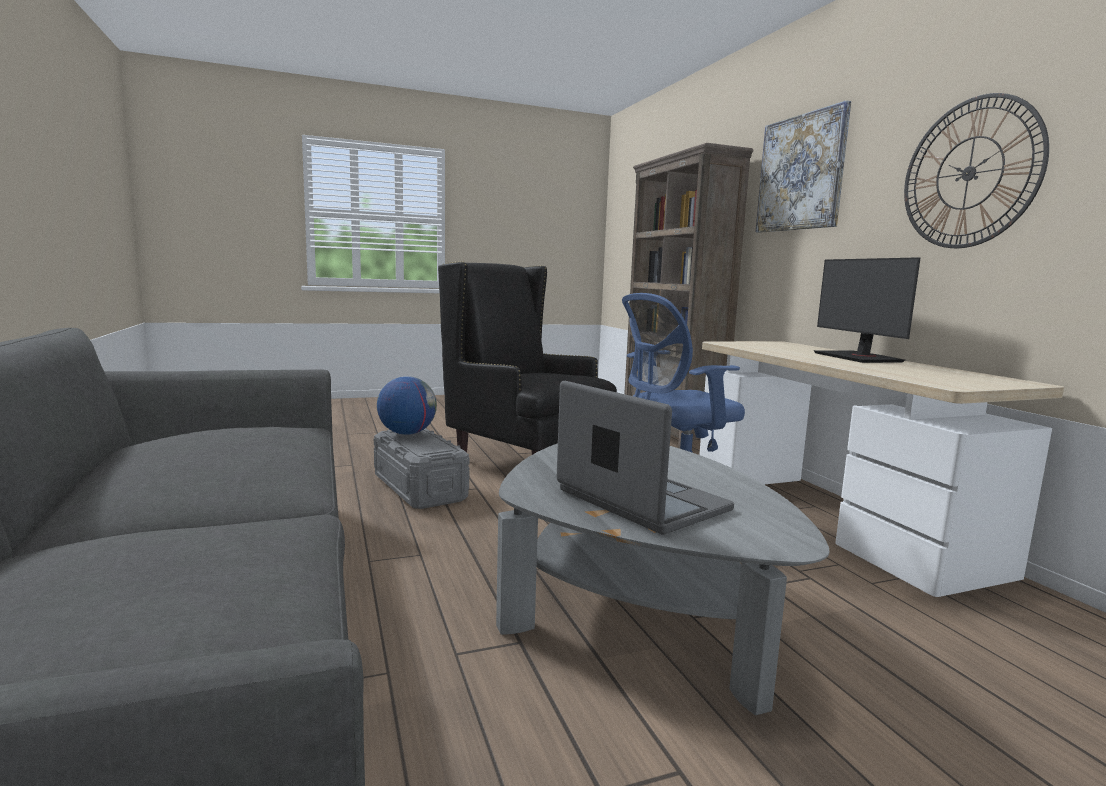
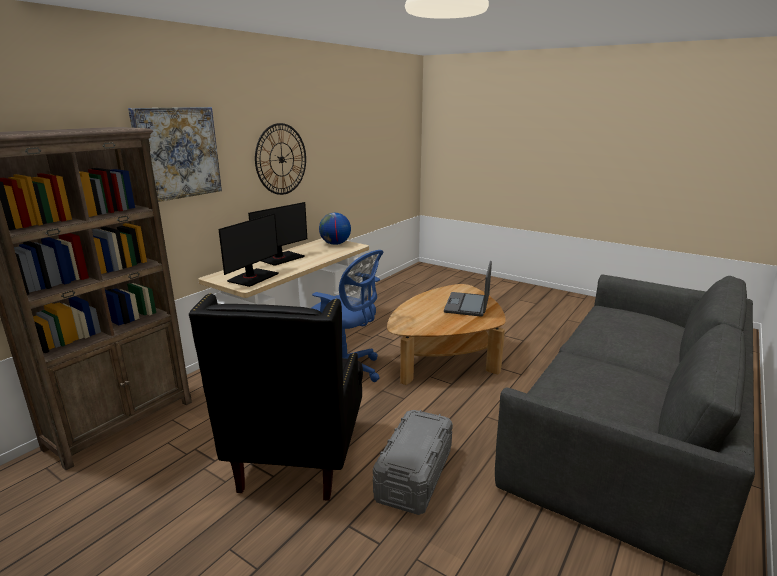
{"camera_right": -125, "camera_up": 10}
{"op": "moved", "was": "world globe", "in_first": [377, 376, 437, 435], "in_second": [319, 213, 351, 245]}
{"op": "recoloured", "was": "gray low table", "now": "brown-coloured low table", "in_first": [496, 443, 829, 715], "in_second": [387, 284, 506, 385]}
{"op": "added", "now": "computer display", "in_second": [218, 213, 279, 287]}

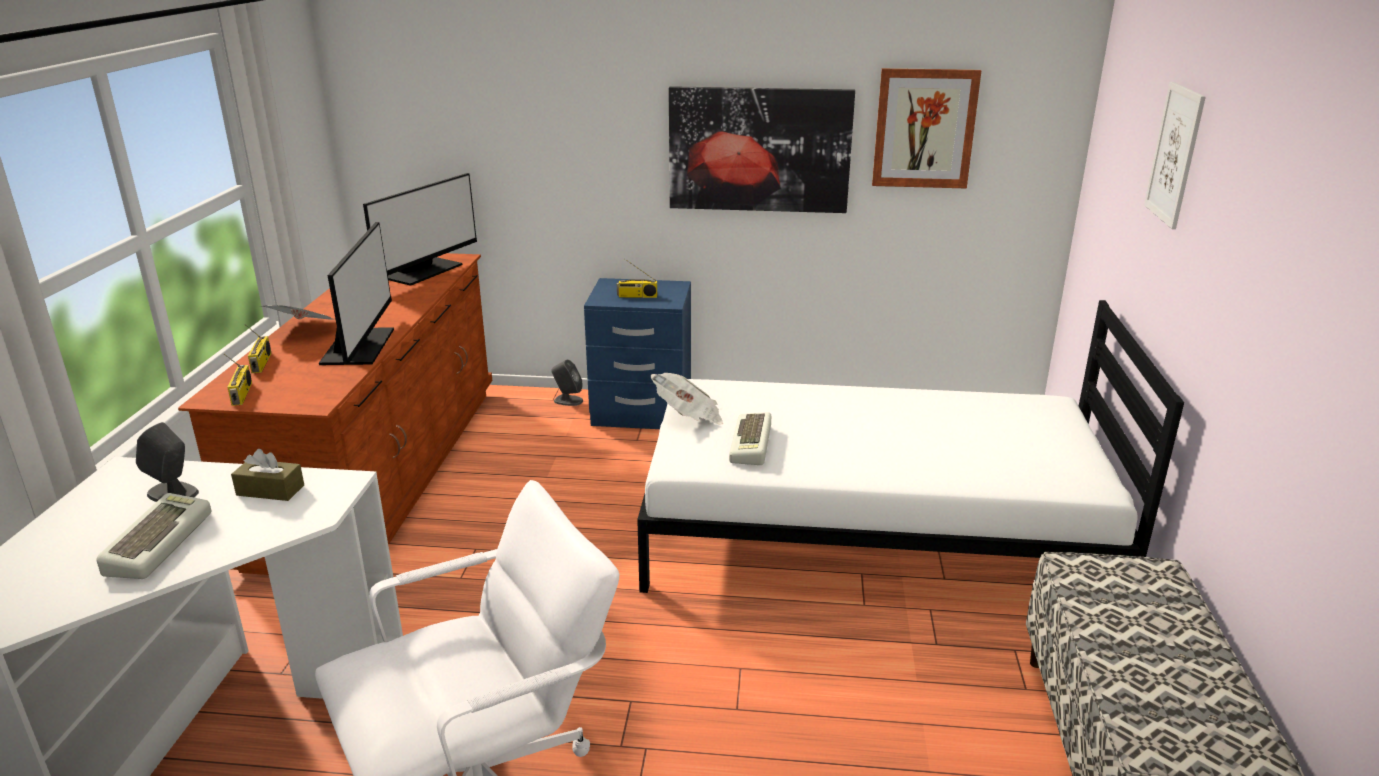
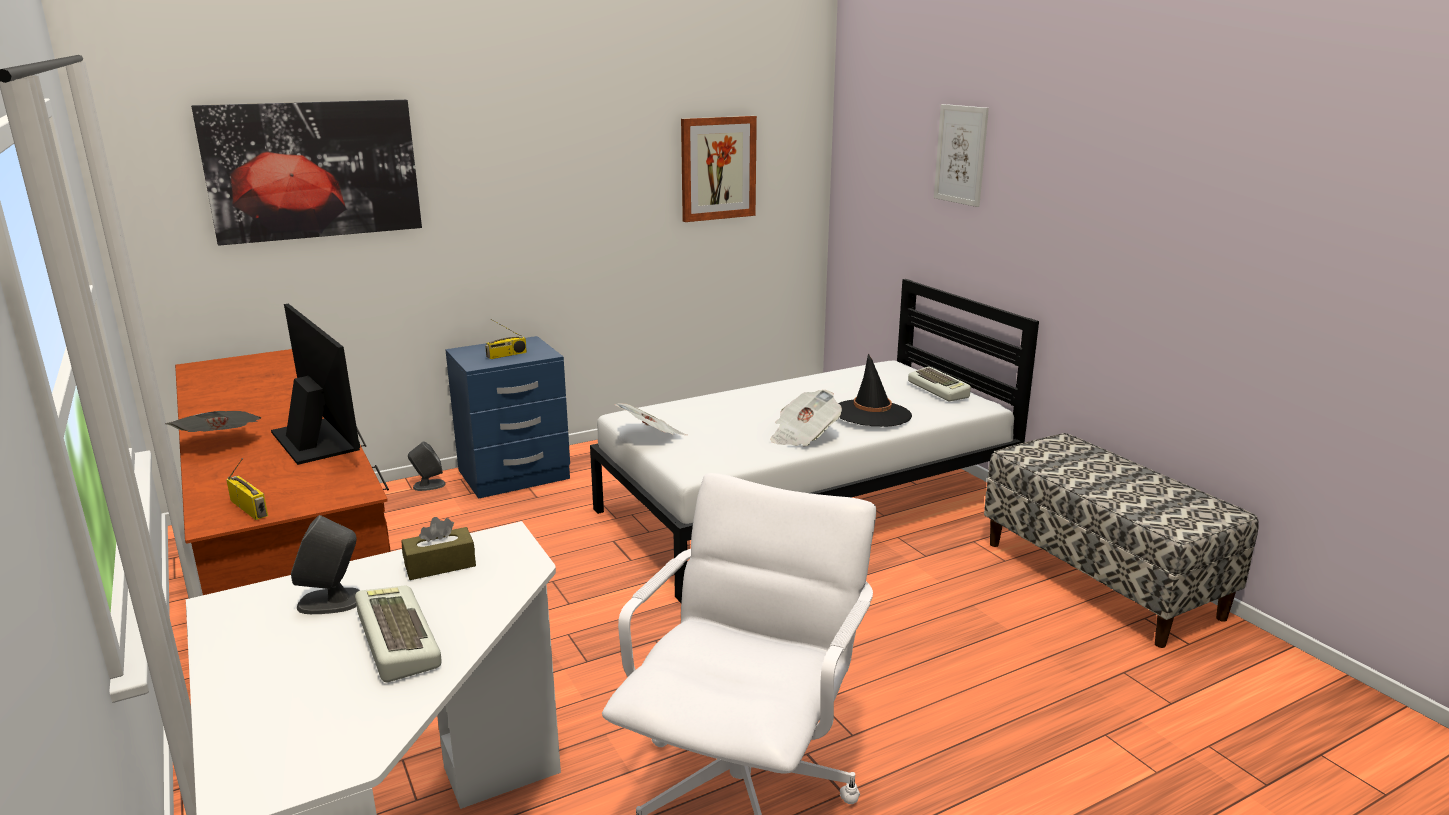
{"camera_right": -35, "camera_up": -5}
{"op": "moved", "was": "picture", "in_first": [669, 86, 855, 213], "in_second": [191, 100, 422, 246]}
{"op": "removed", "was": "computer display", "in_first": [363, 173, 477, 286]}
{"op": "removed", "was": "radio", "in_first": [245, 324, 271, 373]}
{"op": "moved", "was": "computer keyboard", "in_first": [729, 412, 771, 465], "in_second": [908, 367, 971, 401]}
{"op": "added", "now": "black-coloured wearable hat", "in_second": [838, 353, 912, 427]}
{"op": "added", "now": "printed paper", "in_second": [770, 390, 842, 447]}

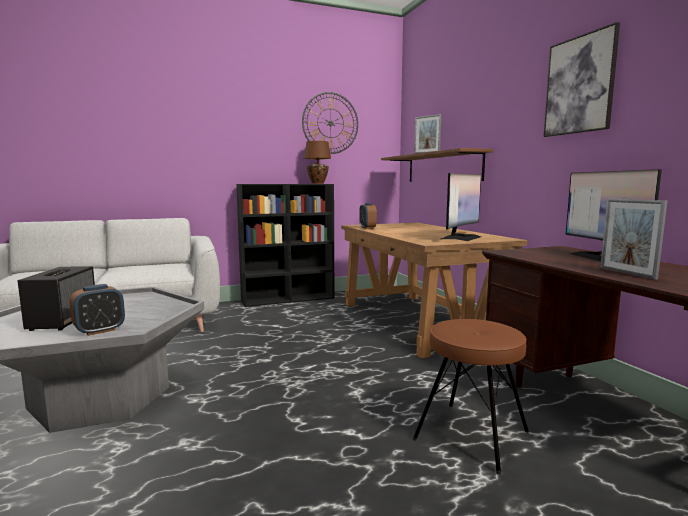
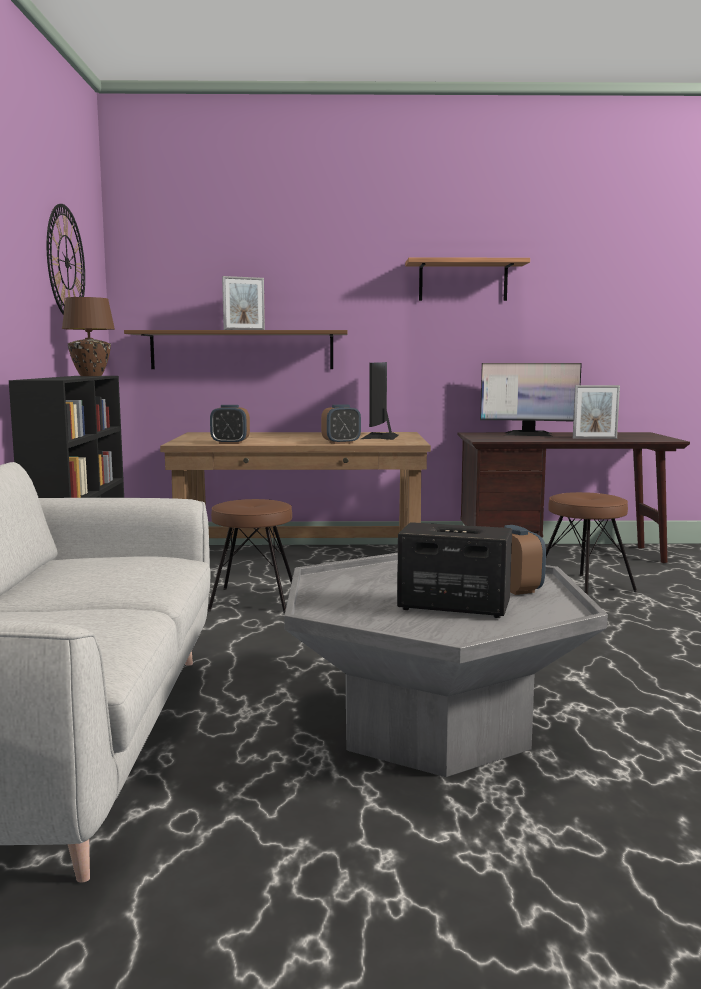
{"camera_right": -70, "camera_up": 0}
{"op": "replaced", "was": "picture", "now": "wall shelf", "in_first": [543, 22, 620, 137], "in_second": [405, 258, 530, 301]}
{"op": "turned", "was": "computer display", "in_first": [441, 173, 481, 241], "in_second": [361, 362, 399, 440], "clockwise": -135}
{"op": "added", "now": "bedside clock", "in_second": [321, 404, 361, 444]}
{"op": "added", "now": "brown-coloured sitting stool", "in_second": [207, 499, 292, 613]}

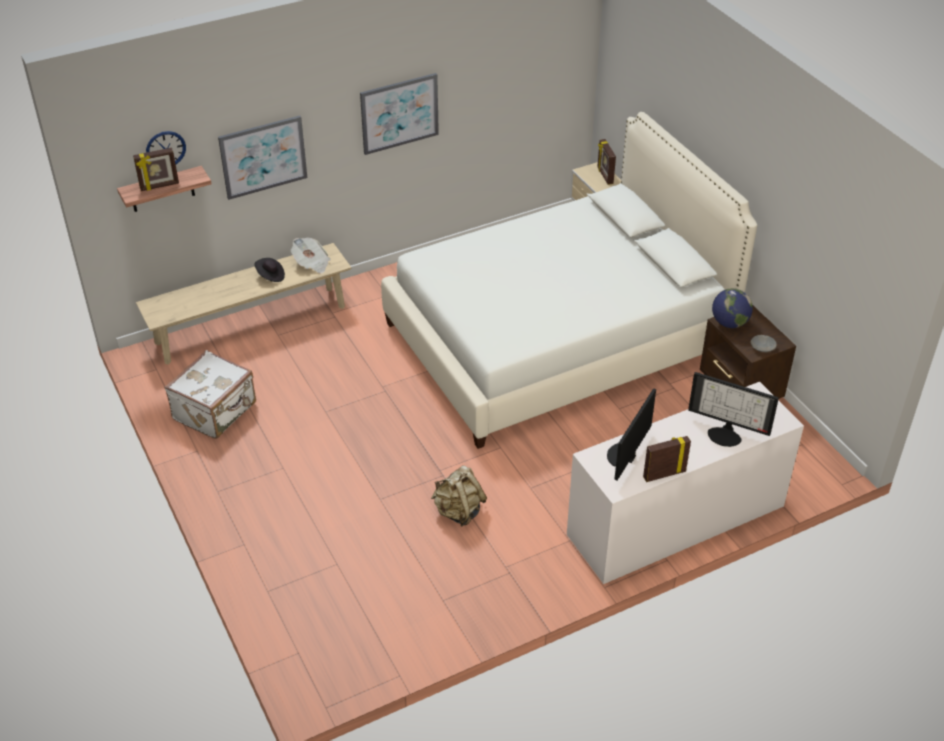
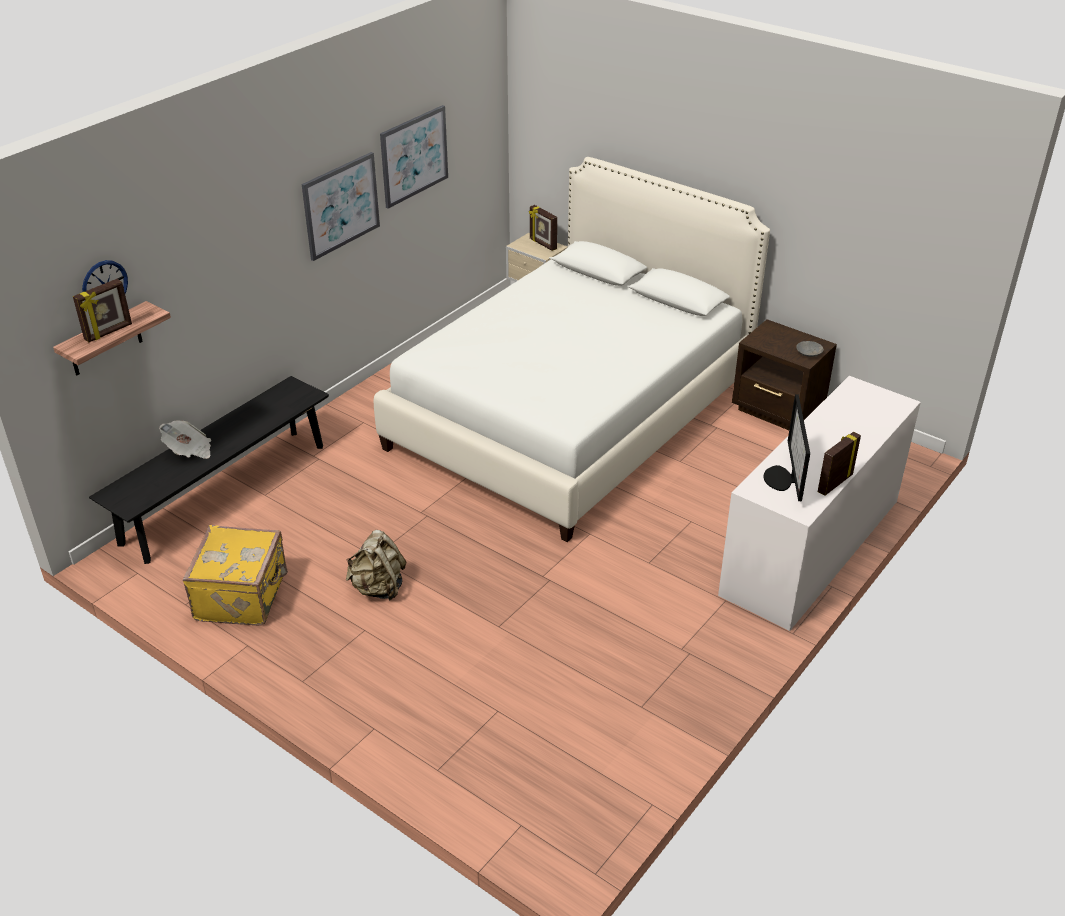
{"camera_right": -25, "camera_up": -5}
{"op": "moved", "was": "picture", "in_first": [218, 116, 307, 200], "in_second": [380, 105, 448, 209]}
{"op": "moved", "was": "printed paper", "in_first": [291, 238, 331, 274], "in_second": [159, 421, 211, 459]}
{"op": "recoloured", "was": "beige-coloured long seat", "now": "black-coloured long seat", "in_first": [136, 243, 351, 365], "in_second": [89, 376, 329, 564]}
{"op": "removed", "was": "black-coloured wearable hat", "in_first": [254, 258, 285, 282]}
{"op": "removed", "was": "world globe", "in_first": [712, 288, 753, 328]}
{"op": "recoloured", "was": "white-coloured piece of luggage", "now": "yellow-coloured piece of luggage", "in_first": [164, 350, 256, 439], "in_second": [182, 525, 288, 626]}
{"op": "removed", "was": "computer display", "in_first": [688, 372, 779, 447]}
{"op": "moved", "was": "beige-coloured rucksack", "in_first": [431, 465, 487, 527], "in_second": [346, 530, 406, 601]}

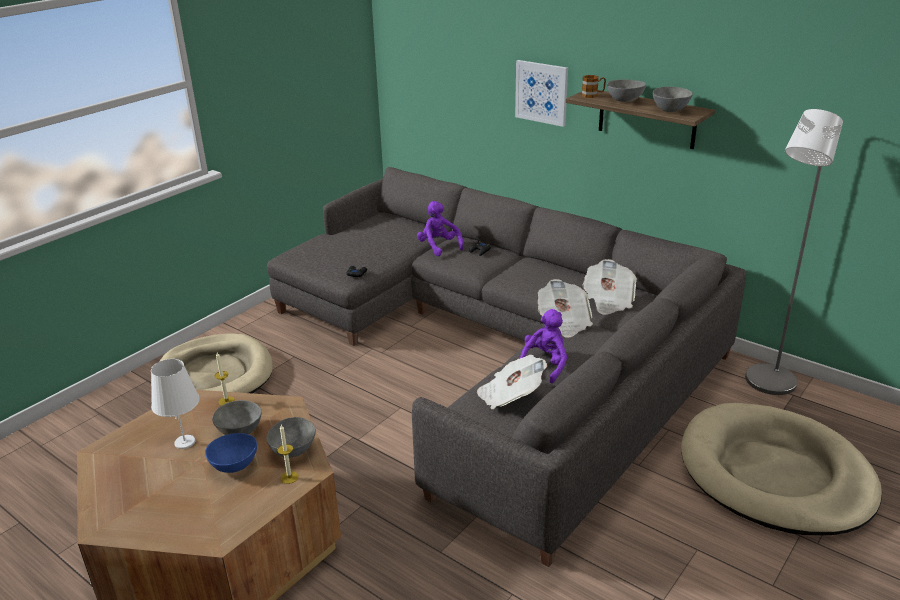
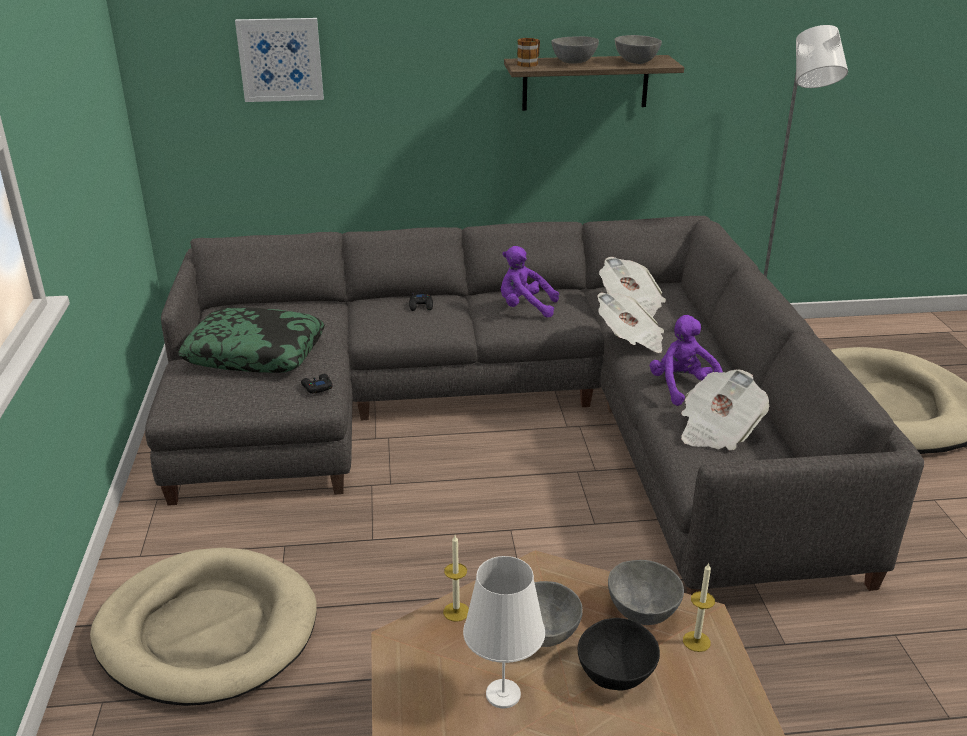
{"camera_right": -45, "camera_up": 0}
{"op": "moved", "was": "picture", "in_first": [515, 60, 568, 127], "in_second": [235, 18, 324, 102]}
{"op": "moved", "was": "purple-coloured soft toy", "in_first": [417, 201, 464, 256], "in_second": [501, 246, 559, 318]}
{"op": "recoloured", "was": "blue-coloured deep dish", "now": "black-coloured deep dish", "in_first": [205, 433, 257, 473], "in_second": [578, 618, 660, 690]}
{"op": "added", "now": "cushion", "in_second": [178, 307, 325, 373]}

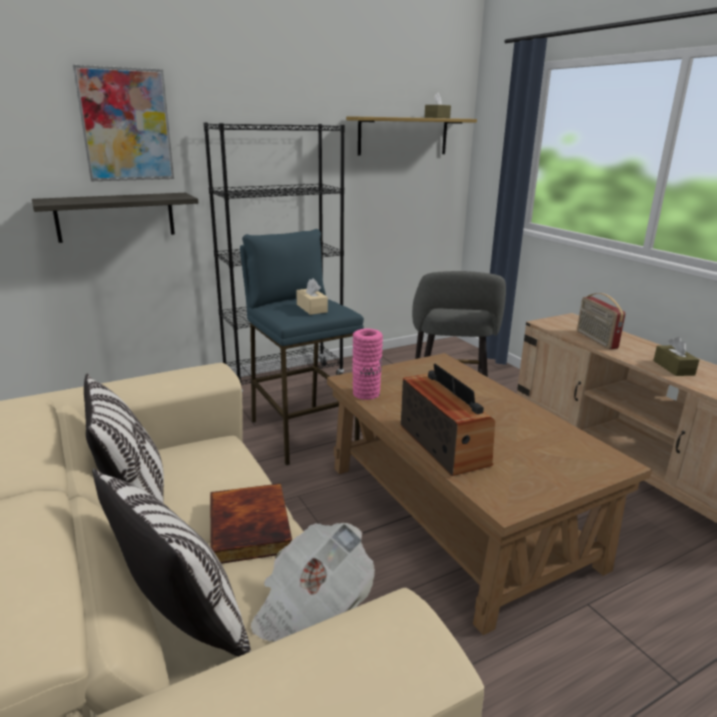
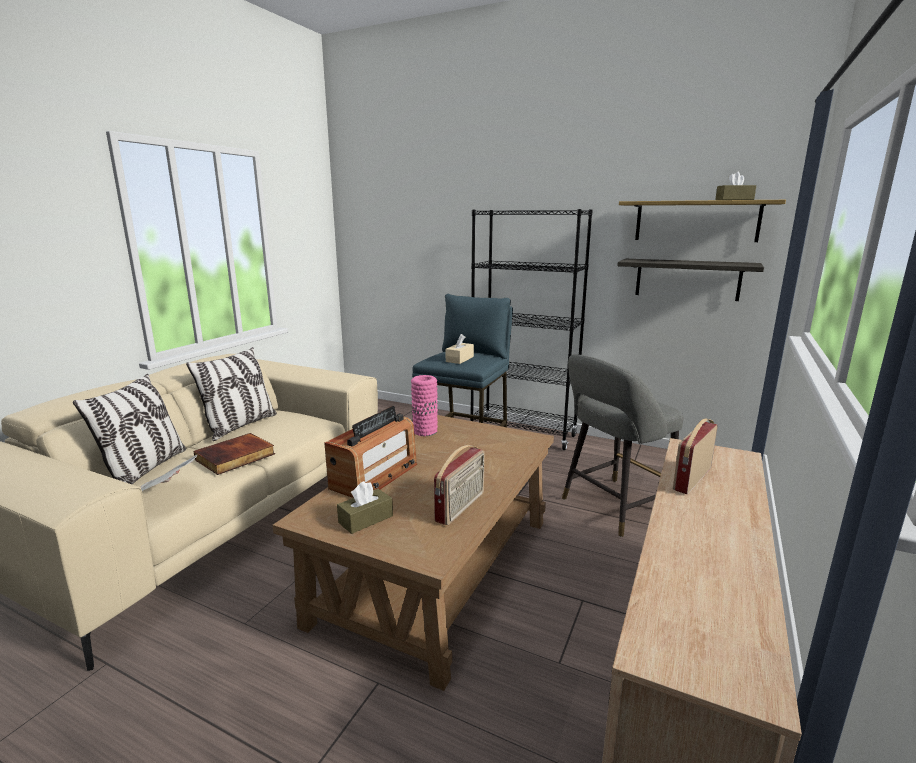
{"camera_right": 55, "camera_up": -5}
{"op": "removed", "was": "picture", "in_first": [73, 65, 174, 181]}
{"op": "moved", "was": "wall shelf", "in_first": [32, 193, 198, 243], "in_second": [617, 259, 764, 301]}
{"op": "moved", "was": "brown-coloured tissue holder", "in_first": [653, 337, 699, 376], "in_second": [337, 481, 393, 534]}
{"op": "added", "now": "radio", "in_second": [434, 445, 485, 525]}

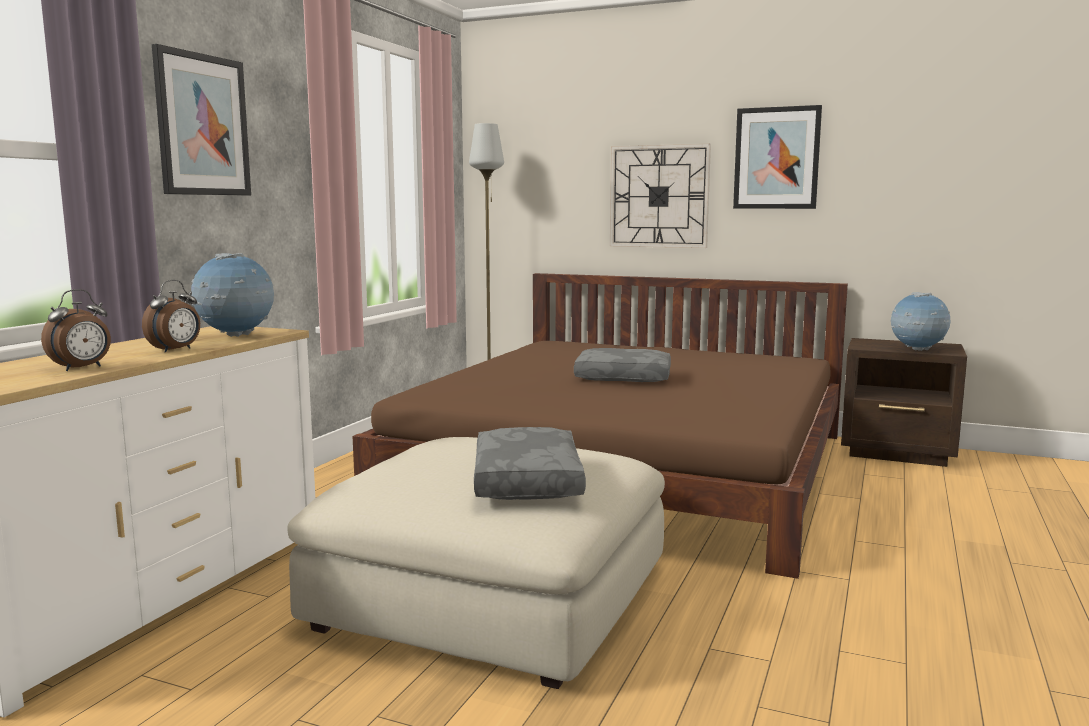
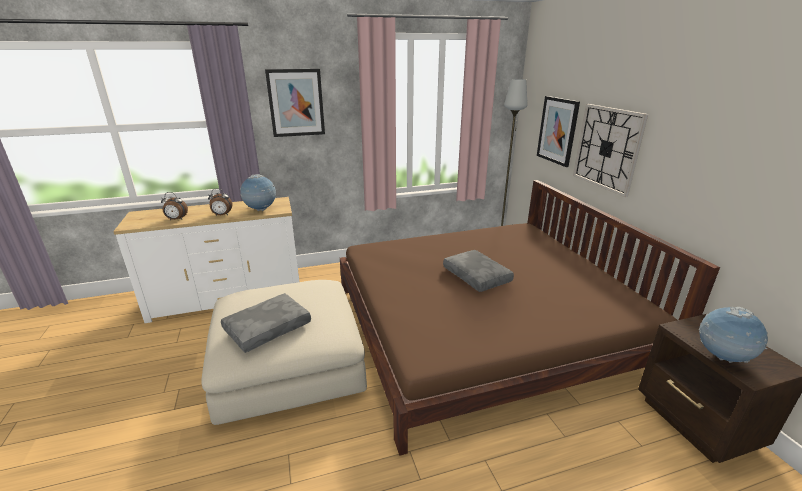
{"camera_right": 50, "camera_up": 15}
{"op": "moved", "was": "picture", "in_first": [733, 105, 822, 209], "in_second": [537, 96, 580, 167]}

